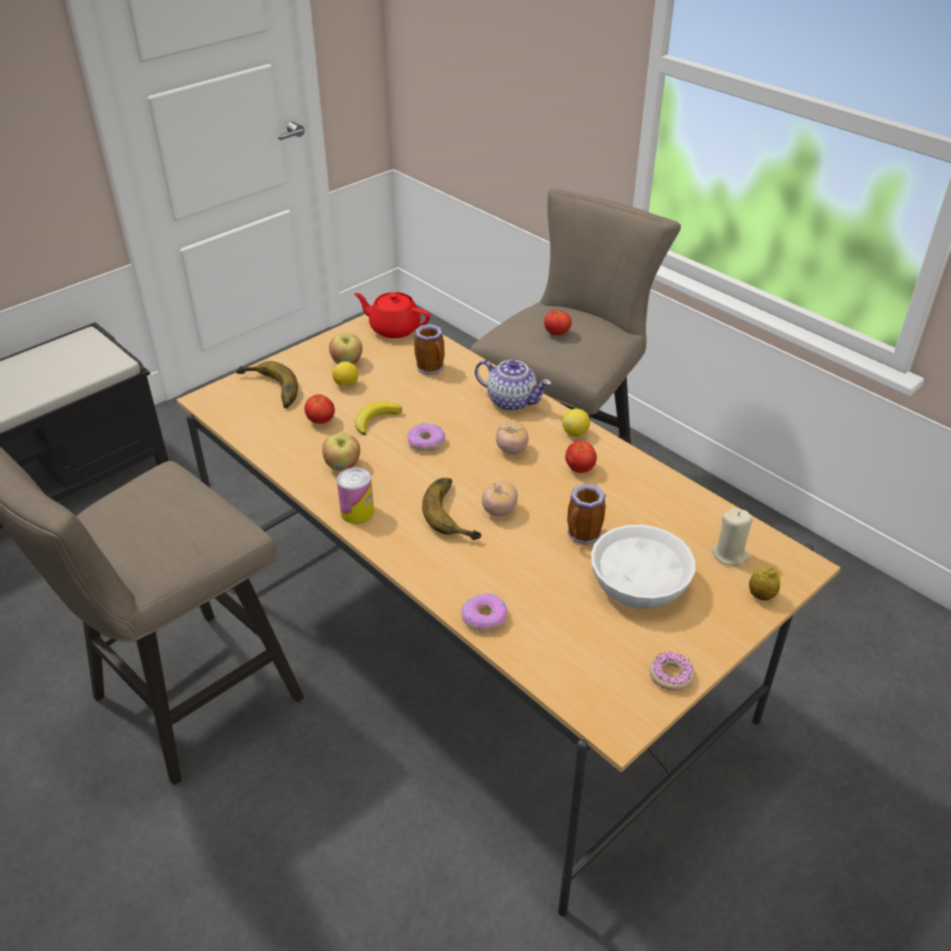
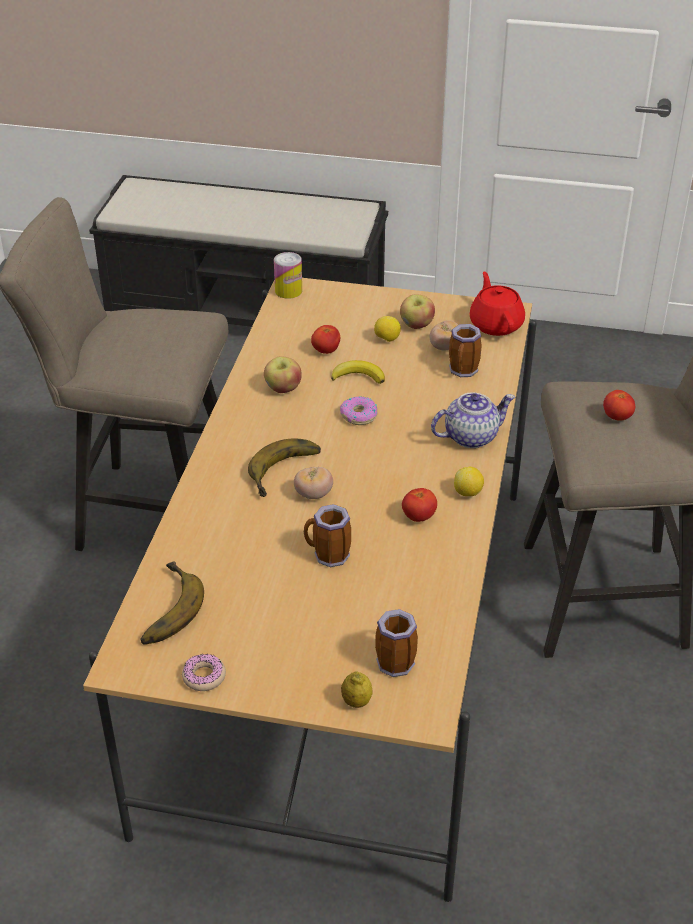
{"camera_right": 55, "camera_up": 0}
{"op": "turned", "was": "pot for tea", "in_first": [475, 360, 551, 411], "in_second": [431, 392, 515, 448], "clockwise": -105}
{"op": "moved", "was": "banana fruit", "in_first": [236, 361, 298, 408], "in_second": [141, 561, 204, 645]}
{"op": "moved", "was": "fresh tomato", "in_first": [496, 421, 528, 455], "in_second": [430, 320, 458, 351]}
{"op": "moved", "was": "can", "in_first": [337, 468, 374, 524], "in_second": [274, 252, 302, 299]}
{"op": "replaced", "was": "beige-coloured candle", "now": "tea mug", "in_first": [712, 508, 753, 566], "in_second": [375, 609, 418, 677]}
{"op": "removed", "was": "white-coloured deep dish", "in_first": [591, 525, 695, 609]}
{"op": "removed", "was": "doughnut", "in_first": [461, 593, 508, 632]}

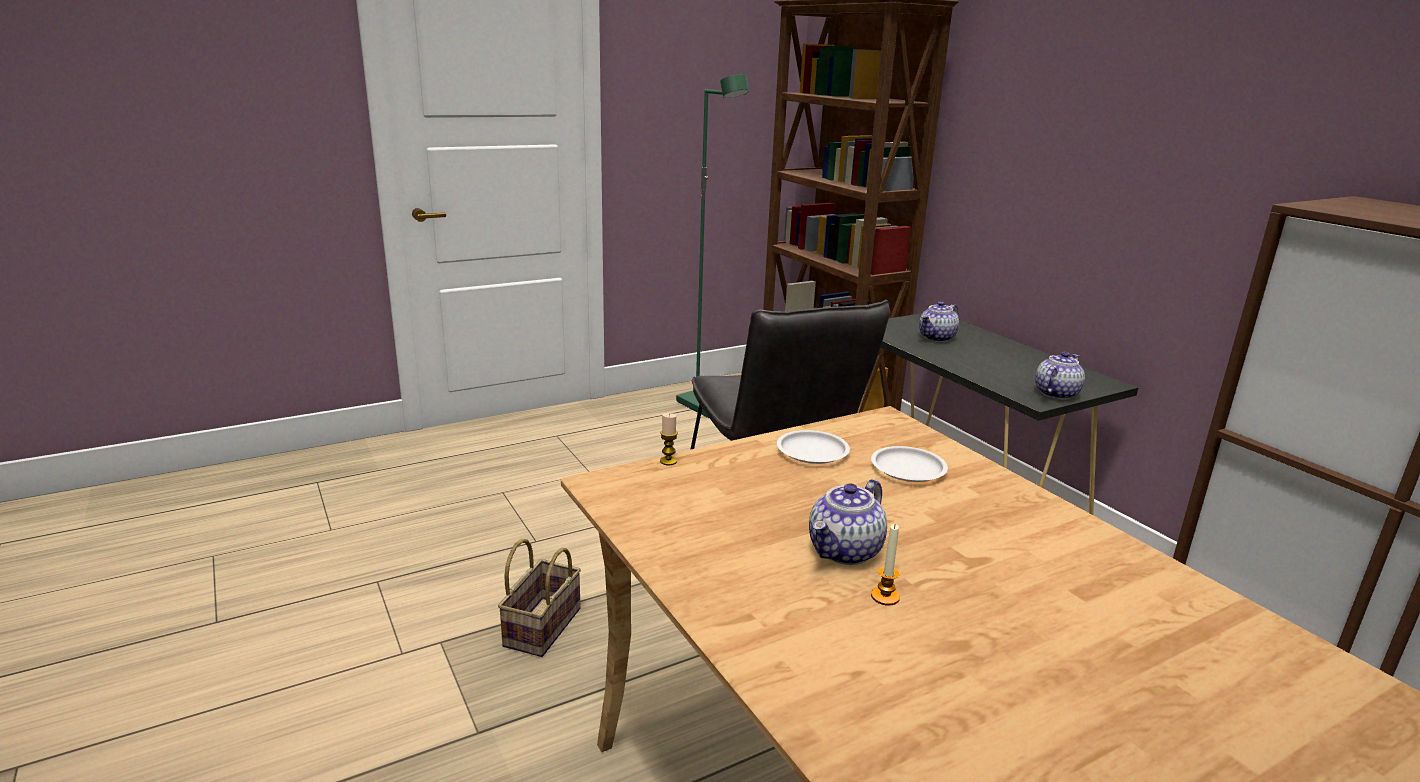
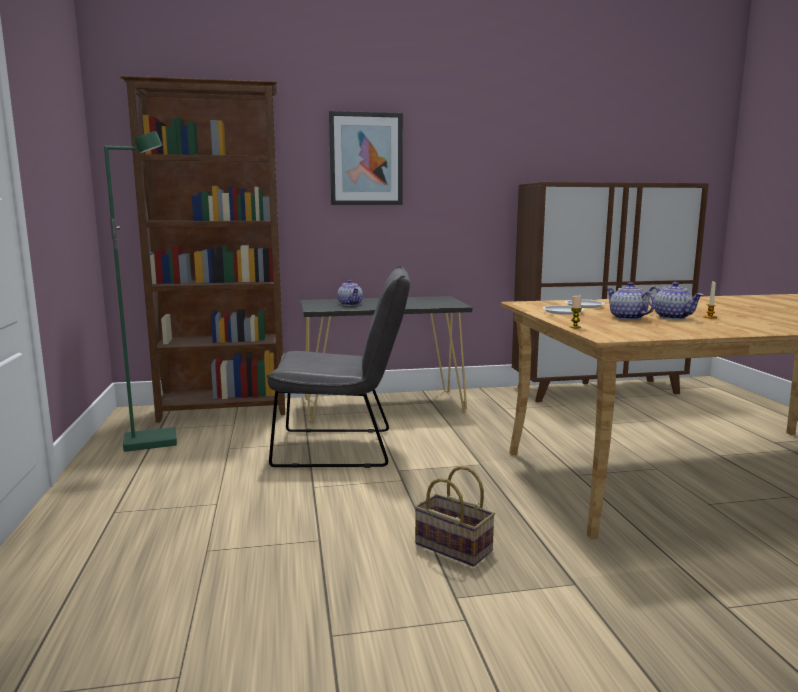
{"camera_right": -70, "camera_up": -10}
{"op": "moved", "was": "pot for tea", "in_first": [1035, 352, 1085, 400], "in_second": [607, 282, 656, 320]}
{"op": "added", "now": "picture", "in_second": [329, 111, 403, 205]}

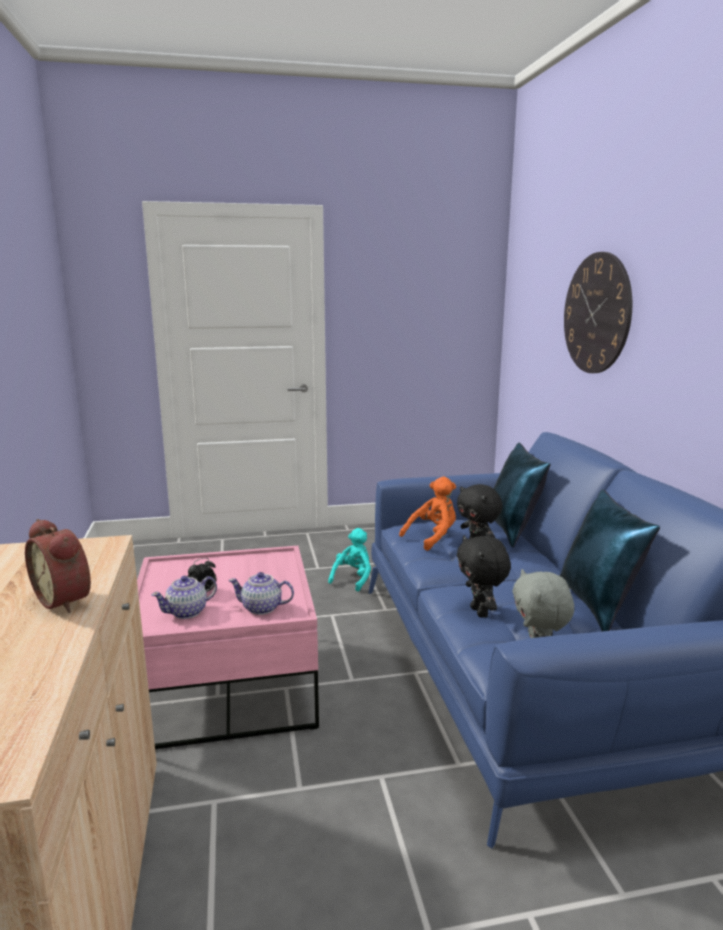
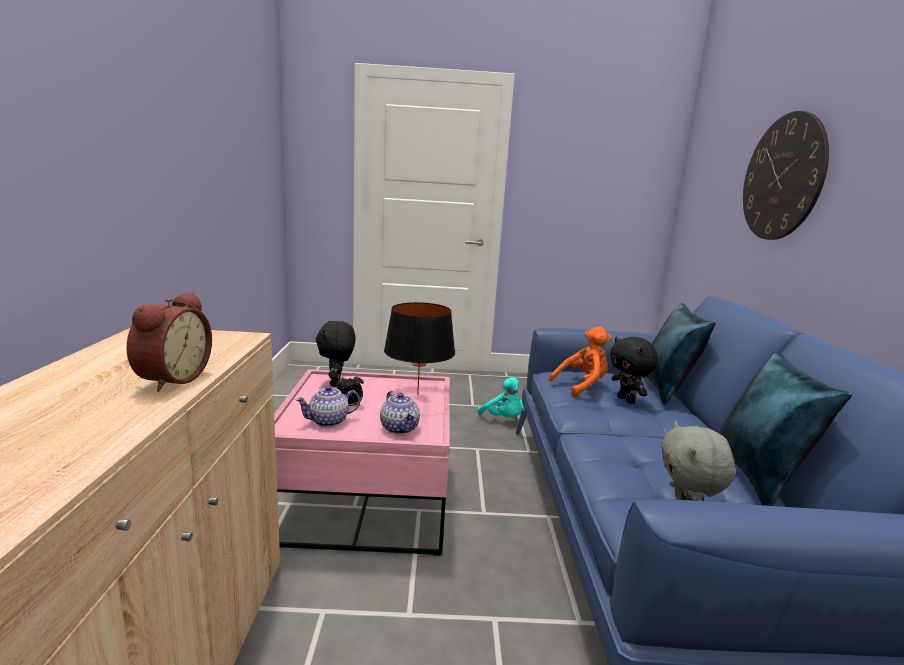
{"camera_right": 10, "camera_up": 0}
{"op": "turned", "was": "bedside clock", "in_first": [25, 519, 91, 613], "in_second": [127, 292, 212, 392], "clockwise": -135}
{"op": "turned", "was": "turquoise-coloured soft toy", "in_first": [328, 528, 371, 591], "in_second": [477, 377, 524, 418], "clockwise": 105}
{"op": "moved", "was": "black-coloured soft toy", "in_first": [457, 536, 511, 618], "in_second": [316, 320, 356, 387]}
{"op": "turned", "was": "pot for tea", "in_first": [228, 572, 294, 615], "in_second": [380, 391, 420, 435], "clockwise": -135}
{"op": "added", "now": "black-coloured table lamp", "in_second": [384, 302, 455, 395]}

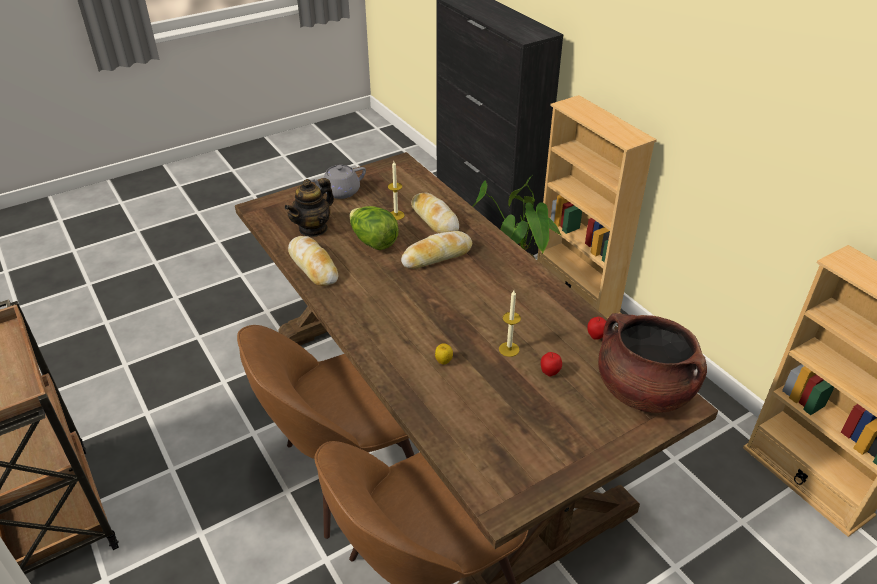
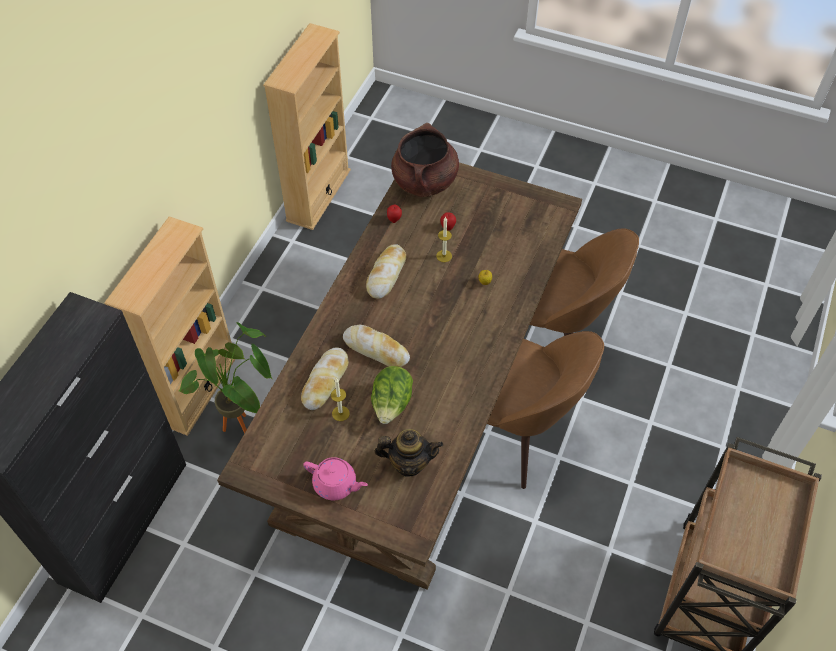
{"camera_right": -125, "camera_up": 15}
{"op": "recoloured", "was": "gray pot for tea", "now": "pink-coloured pot for tea", "in_first": [310, 165, 366, 199], "in_second": [303, 457, 368, 500]}
{"op": "moved", "was": "baked bread", "in_first": [288, 236, 338, 286], "in_second": [366, 244, 406, 299]}

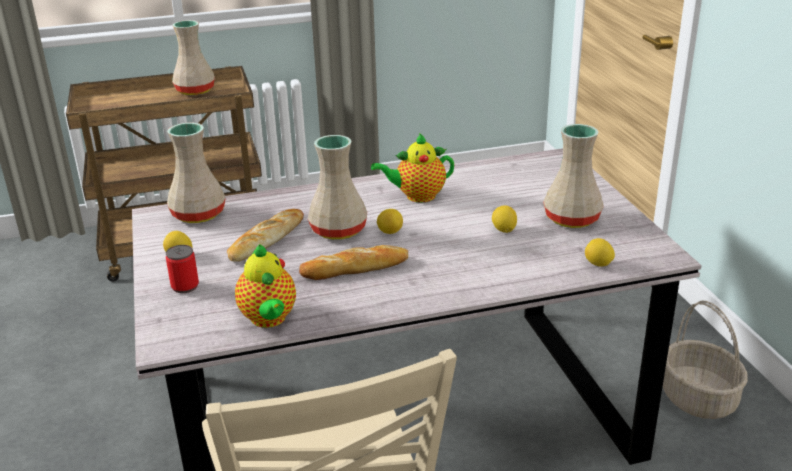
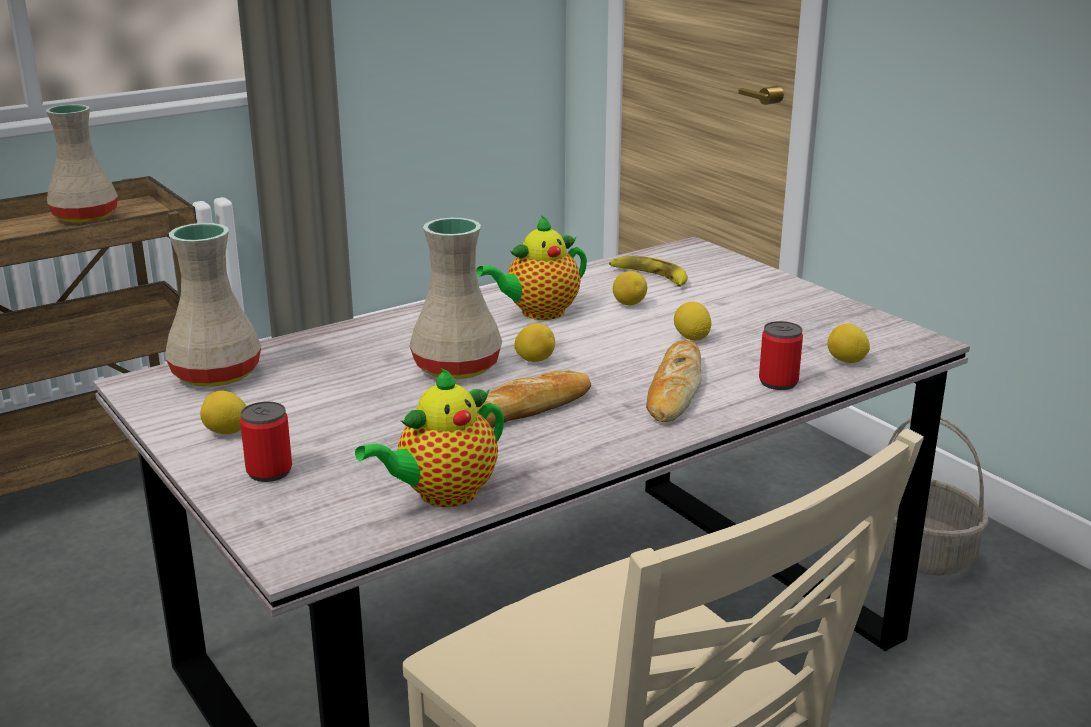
{"camera_right": -20, "camera_up": -5}
{"op": "removed", "was": "beige-coloured decorative vase", "in_first": [543, 124, 604, 228]}
{"op": "moved", "was": "baked bread", "in_first": [227, 209, 304, 262], "in_second": [646, 340, 702, 422]}
{"op": "turned", "was": "pot for tea", "in_first": [235, 244, 296, 328], "in_second": [355, 368, 504, 507], "clockwise": 90}
{"op": "added", "now": "banana fruit", "in_second": [609, 256, 688, 287]}
{"op": "added", "now": "citrus fruit", "in_second": [613, 271, 647, 305]}
{"op": "added", "now": "can", "in_second": [759, 321, 803, 390]}

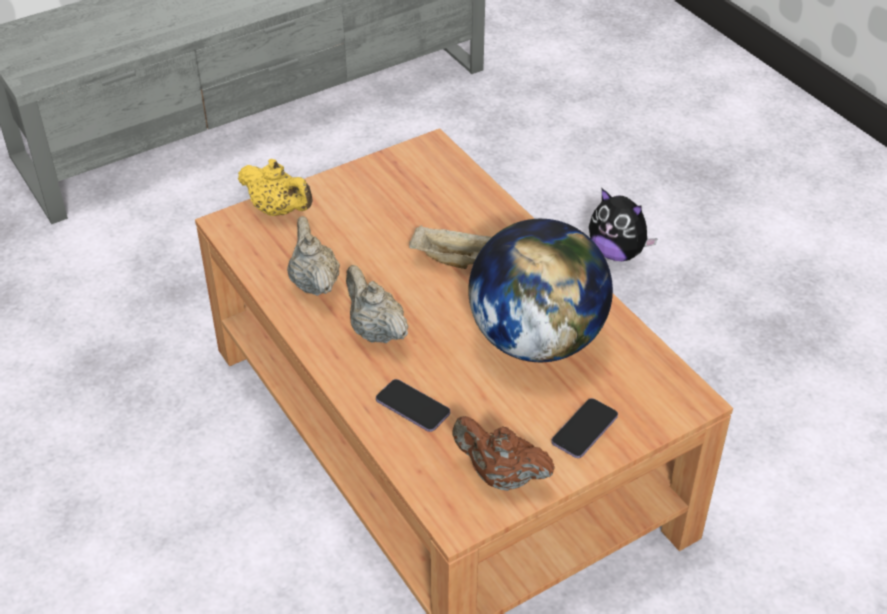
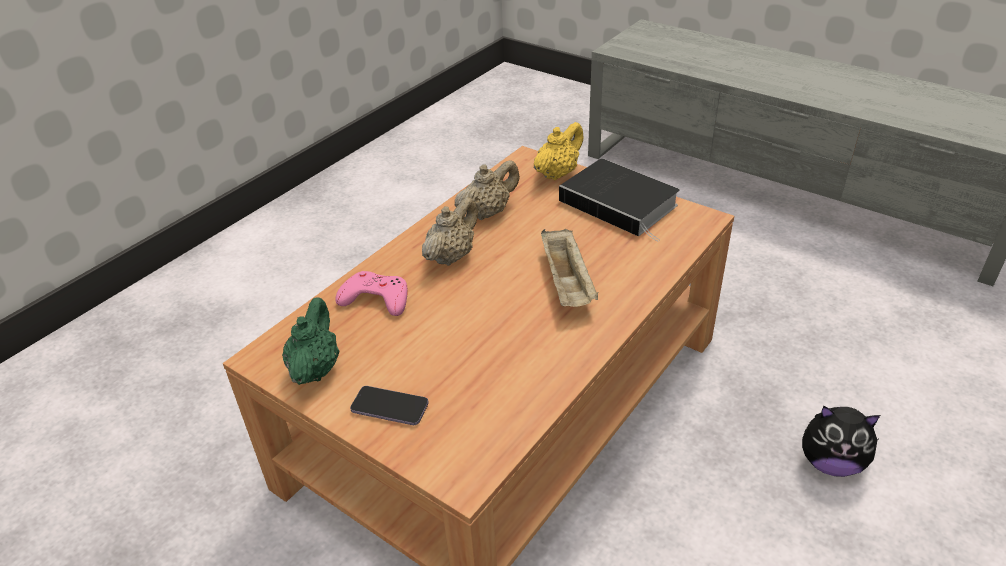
{"camera_right": 70, "camera_up": -5}
{"op": "turned", "was": "yellow-coloured pot for tea", "in_first": [238, 159, 313, 216], "in_second": [534, 122, 584, 181], "clockwise": -150}
{"op": "turned", "was": "soft toy", "in_first": [589, 188, 658, 261], "in_second": [802, 406, 880, 477], "clockwise": -90}
{"op": "removed", "was": "world globe", "in_first": [468, 219, 613, 362]}
{"op": "replaced", "was": "telephone", "now": "pink-coloured game controller", "in_first": [376, 379, 450, 432], "in_second": [335, 271, 407, 316]}
{"op": "recoloured", "was": "brown-coloured pot for tea", "now": "green-coloured pot for tea", "in_first": [452, 416, 555, 491], "in_second": [282, 297, 339, 385]}
{"op": "added", "now": "bound book", "in_second": [559, 158, 680, 241]}

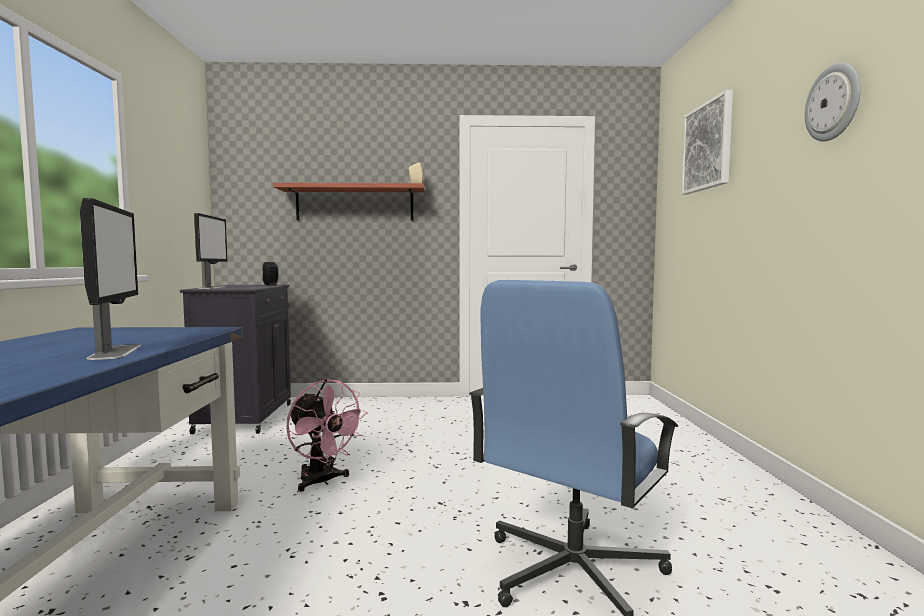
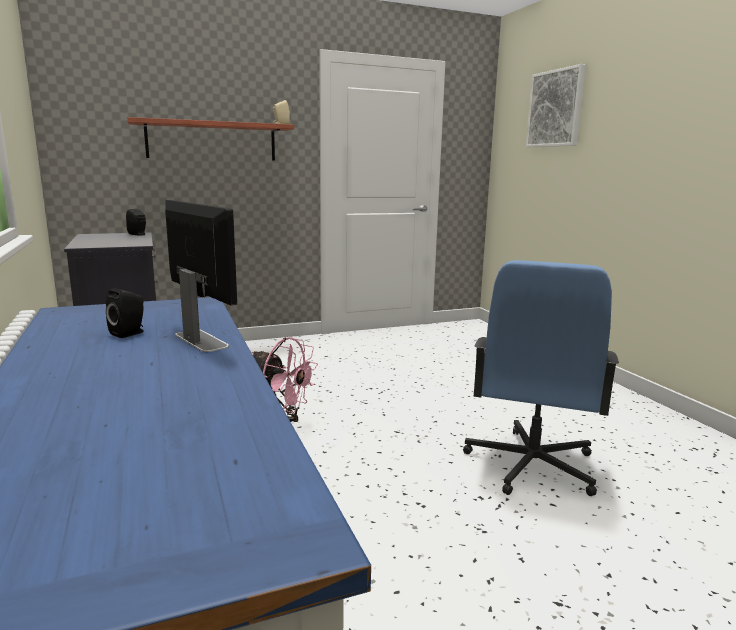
{"camera_right": -20, "camera_up": 10}
{"op": "removed", "was": "hanging clock", "in_first": [805, 63, 861, 142]}
{"op": "removed", "was": "computer display", "in_first": [194, 213, 228, 289]}
{"op": "added", "now": "black-coloured audio speaker", "in_second": [106, 288, 144, 338]}

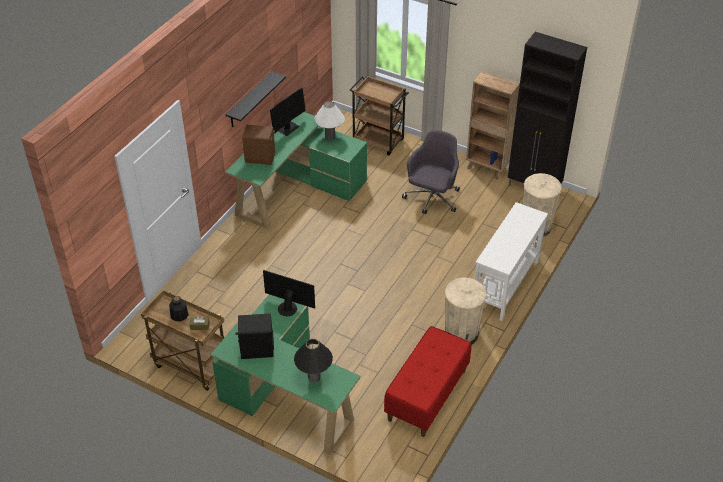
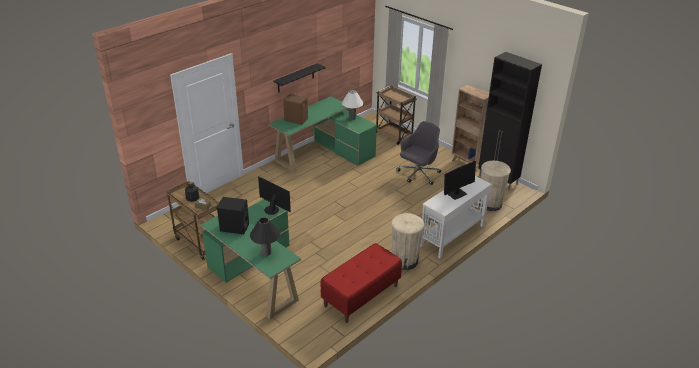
{"camera_right": 15, "camera_up": -10}
{"op": "moved", "was": "computer display", "in_first": [270, 88, 306, 136], "in_second": [444, 161, 476, 200]}

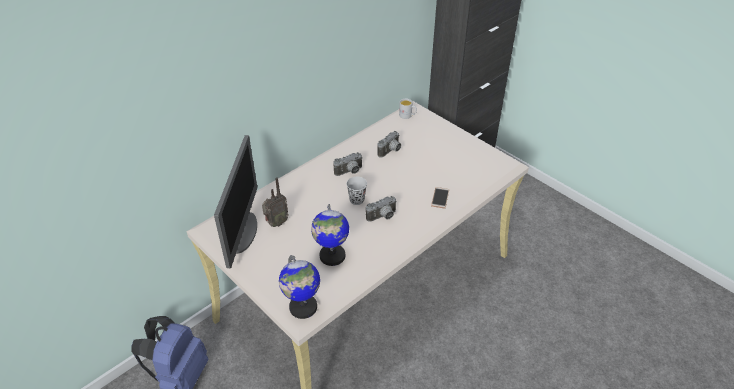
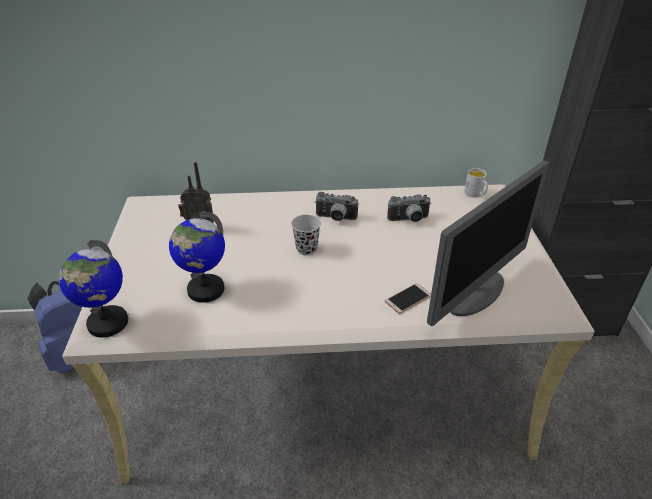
{"camera_right": 40, "camera_up": -5}
{"op": "moved", "was": "computer display", "in_first": [214, 135, 257, 268], "in_second": [427, 160, 550, 327]}
{"op": "removed", "was": "still camera", "in_first": [366, 196, 397, 222]}

